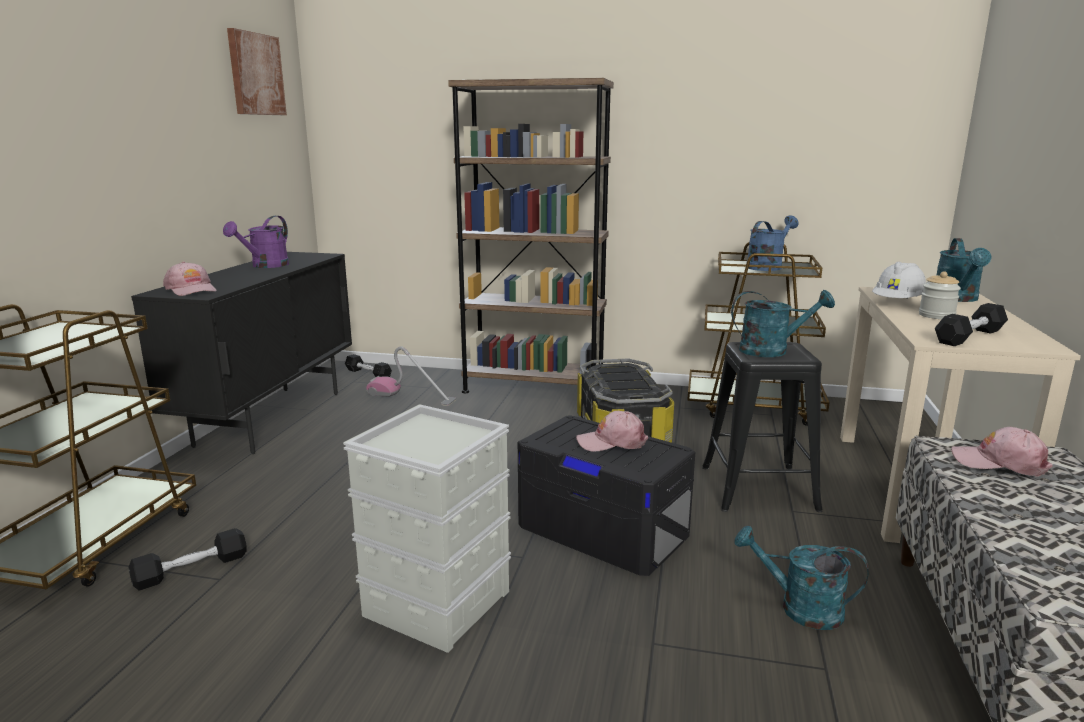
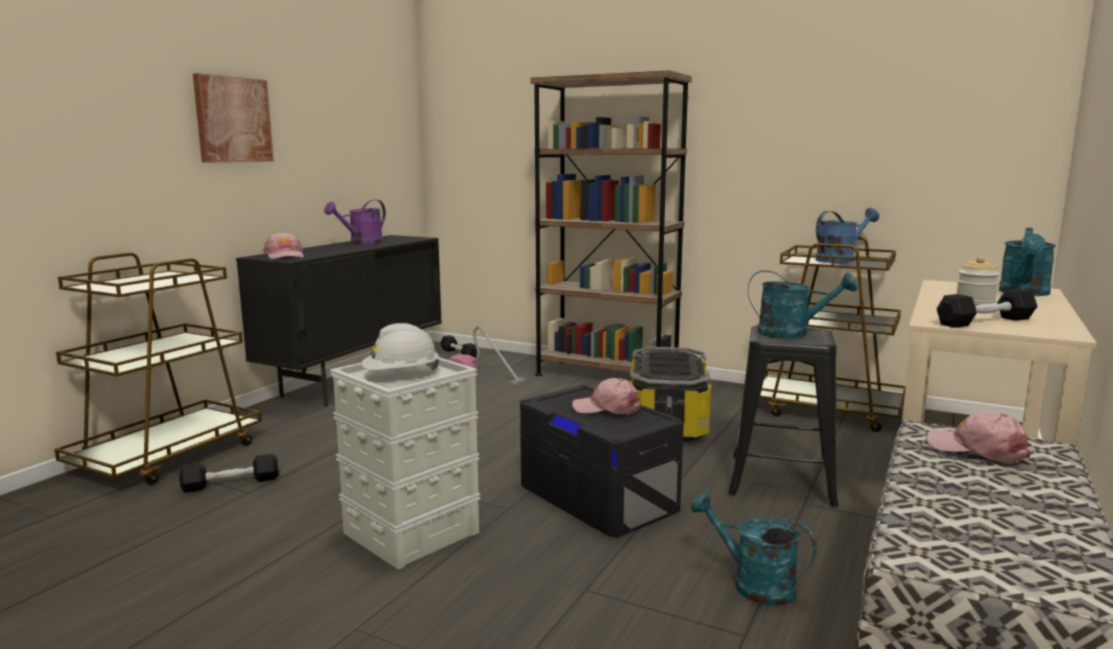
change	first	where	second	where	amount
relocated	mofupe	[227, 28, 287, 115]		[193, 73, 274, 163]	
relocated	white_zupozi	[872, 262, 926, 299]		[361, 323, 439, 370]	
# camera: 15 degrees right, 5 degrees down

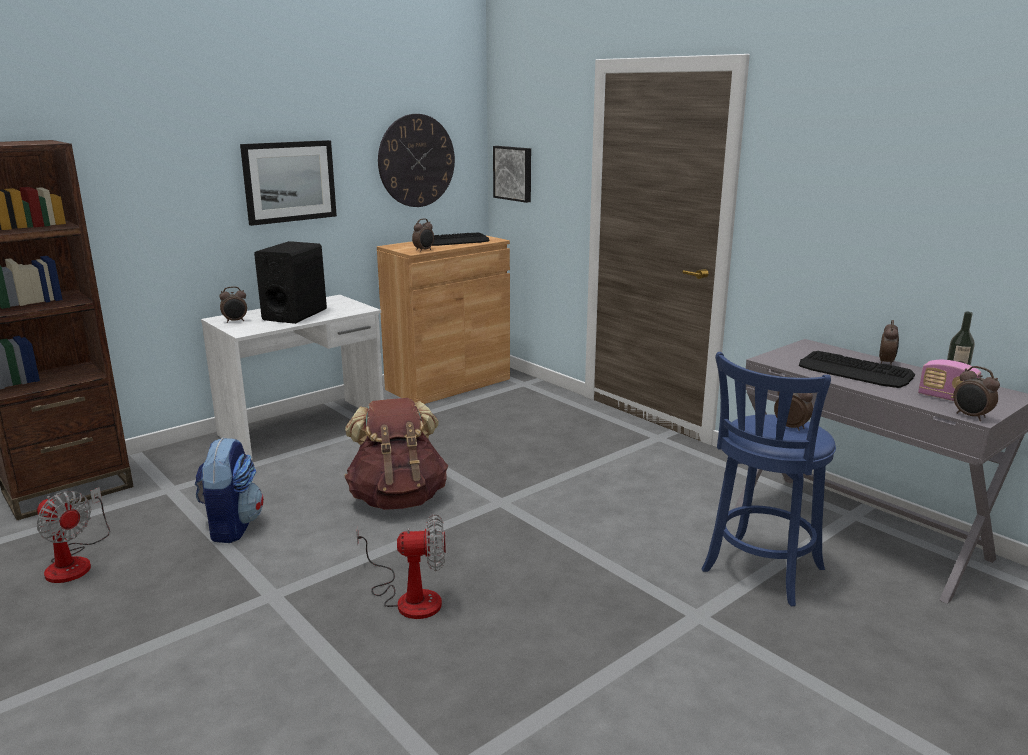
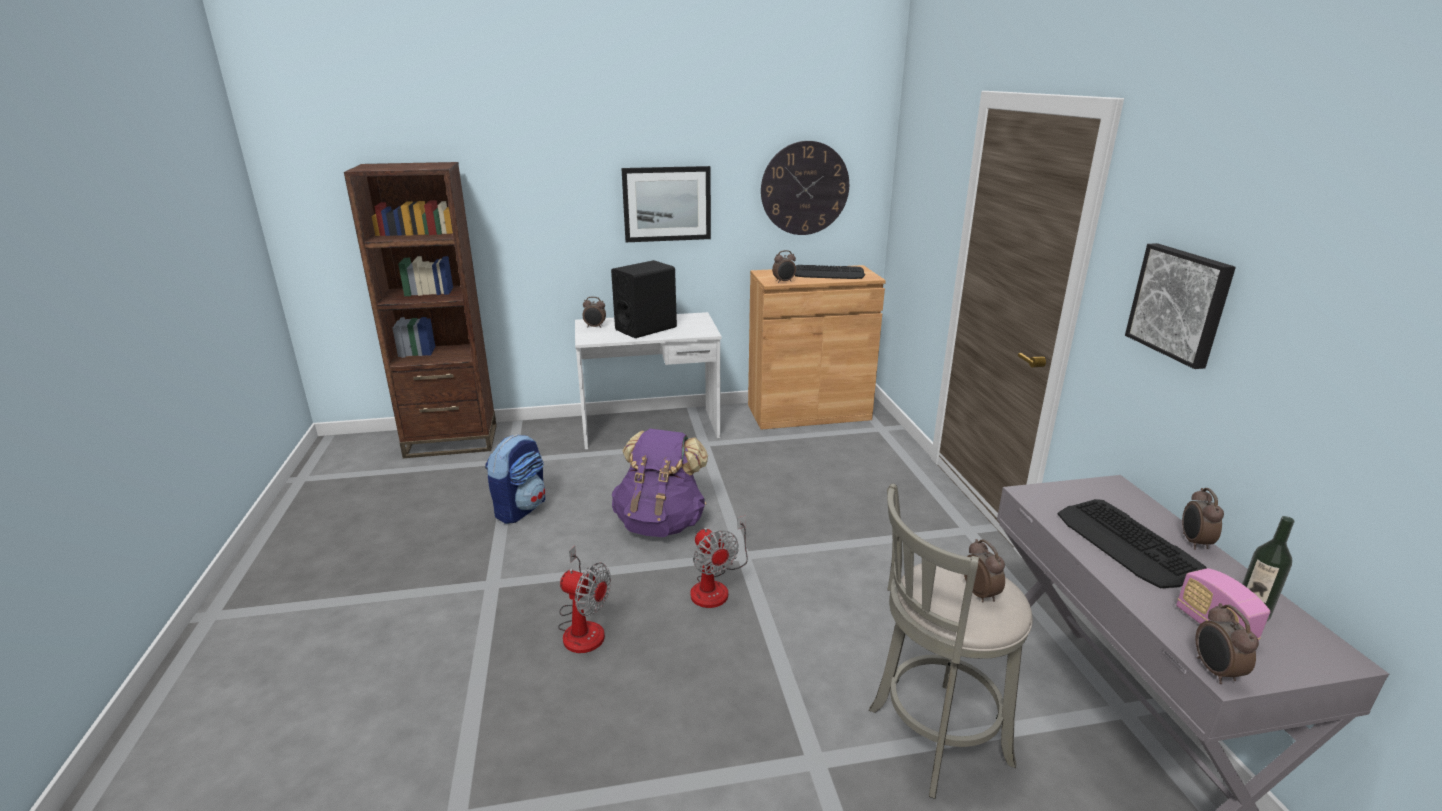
change	first	where	second	where	amount
relocated	mofupe	[493, 146, 531, 203]		[1125, 243, 1236, 369]	
spun	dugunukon	[879, 320, 899, 365]		[1182, 488, 1224, 550]	135 degrees clockwise
colour	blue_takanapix	[702, 352, 836, 606]	grey_takanapix	[869, 483, 1033, 799]	
colour	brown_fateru	[345, 398, 448, 510]	purple_fateru	[612, 429, 708, 537]	
relocated	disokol	[37, 487, 110, 583]		[690, 515, 748, 608]	
# camera: 30 degrees right, 5 degrees up

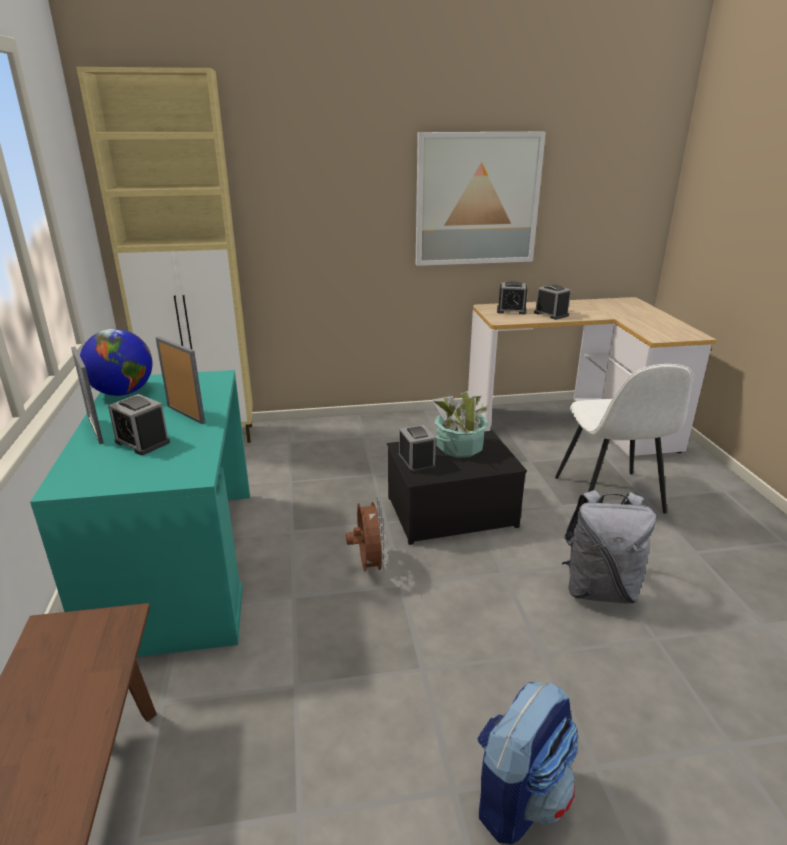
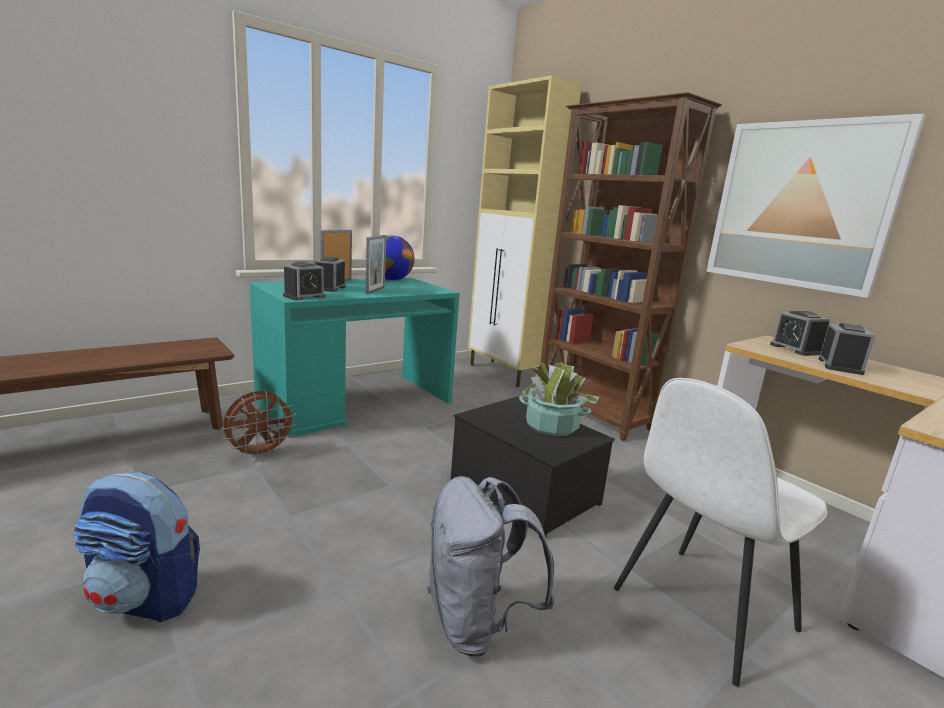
change	first	where	second	where	amount
relocated	dugunukon	[399, 425, 436, 473]		[283, 261, 325, 300]	
relocated	brown_disokol	[346, 497, 387, 574]		[222, 391, 297, 459]	
appeared			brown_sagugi	[540, 92, 722, 441]	
# camera: 60 degrees right, 10 degrees down

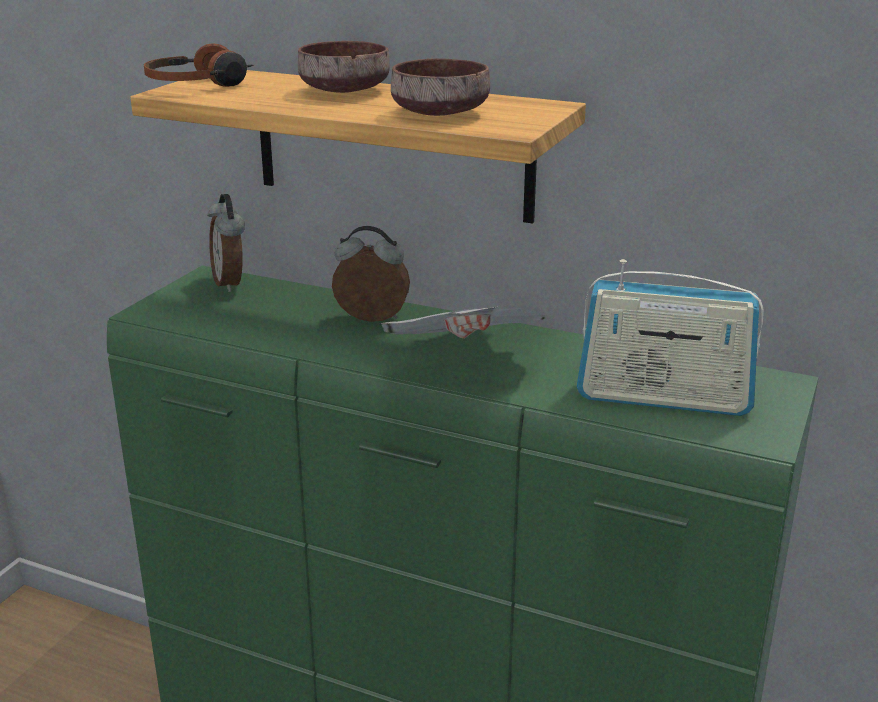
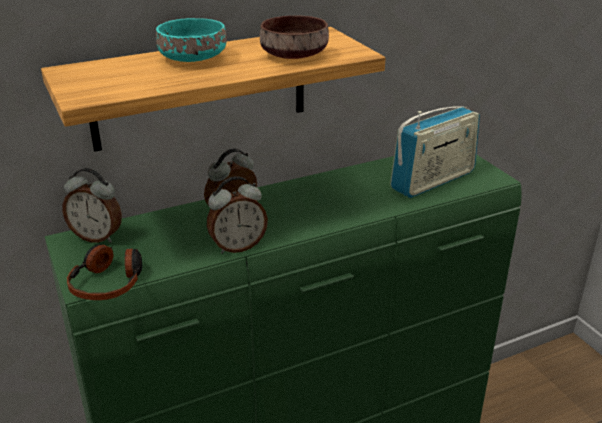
change	first	where	second	where	amount
colour	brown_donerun	[298, 41, 390, 93]	turquoise_donerun	[156, 18, 227, 62]	
relocated	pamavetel	[144, 43, 254, 87]		[67, 244, 142, 300]	
missing	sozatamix	[380, 306, 546, 339]			
appeared			dugunukon	[207, 176, 268, 254]	
# camera: 50 degrees left, 5 degrees up

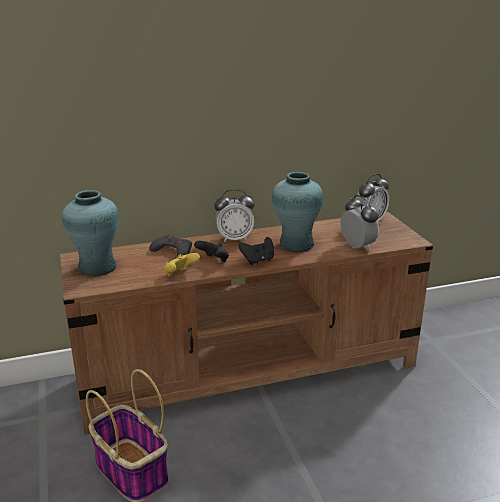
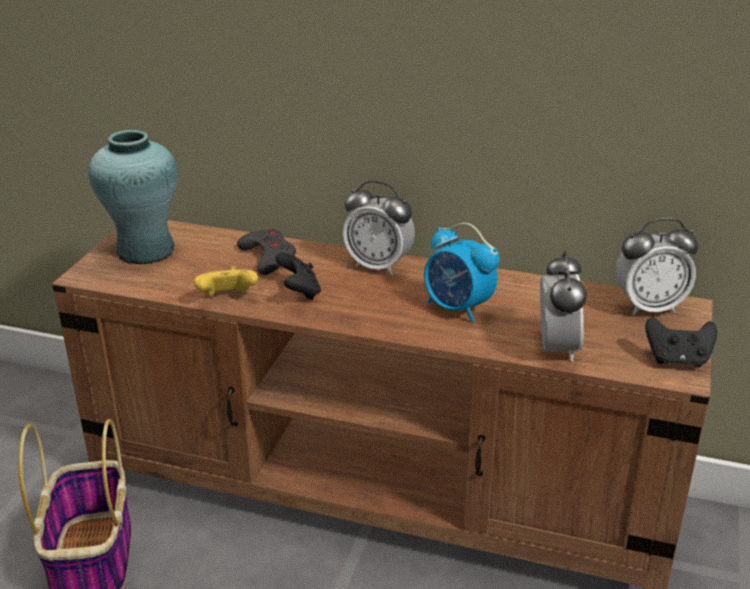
change	first	where	second	where	amount
exchanged	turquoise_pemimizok	[272, 172, 323, 252]	dugunukon	[424, 223, 500, 323]	
relocated	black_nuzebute	[239, 237, 274, 265]		[645, 317, 717, 367]	
# camera: 35 degrees right, 5 degrees up

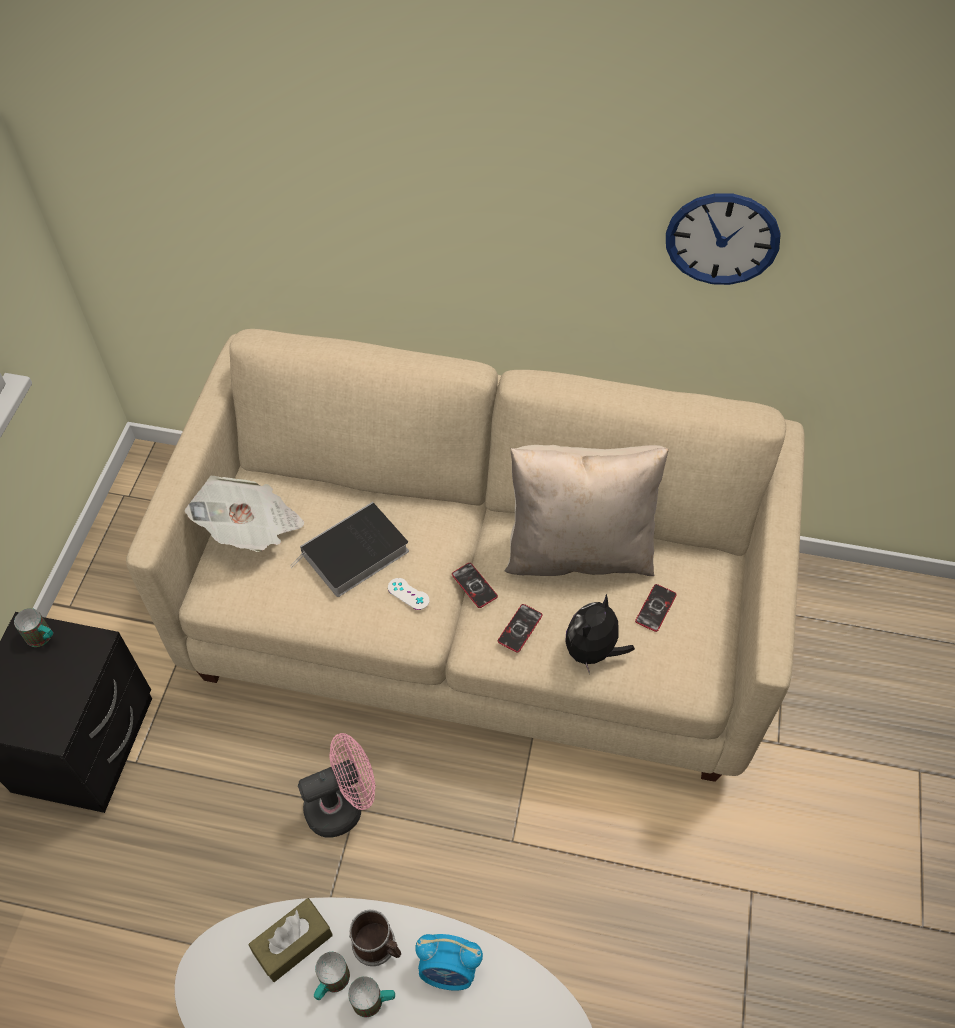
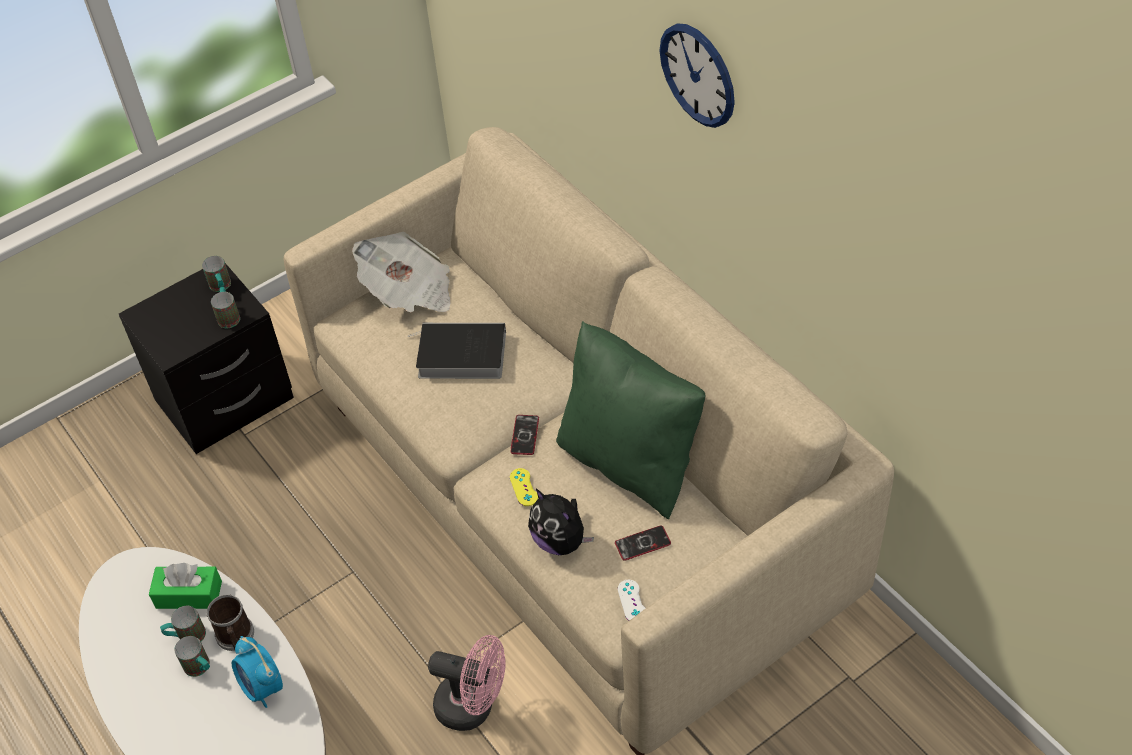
change	first	where	second	where	amount
relocated	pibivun	[666, 193, 781, 285]		[659, 23, 735, 128]	
colour	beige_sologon	[505, 445, 669, 576]	green_sologon	[556, 321, 705, 519]	
relocated	white_nuzebute	[388, 578, 429, 610]		[618, 579, 645, 621]	
spun	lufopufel	[565, 594, 635, 674]		[528, 489, 594, 555]	120 degrees counterclockwise
exchanged	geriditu	[498, 604, 543, 653]	yellow_nuzebute	[510, 468, 538, 506]	
relocated	pink_disokol	[298, 733, 375, 838]		[428, 635, 506, 731]	
colour	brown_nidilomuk	[249, 898, 333, 982]	green_nidilomuk	[149, 563, 222, 609]	
appeared			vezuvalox	[211, 287, 240, 328]	
# camera: 45 degrees right, 5 degrees down

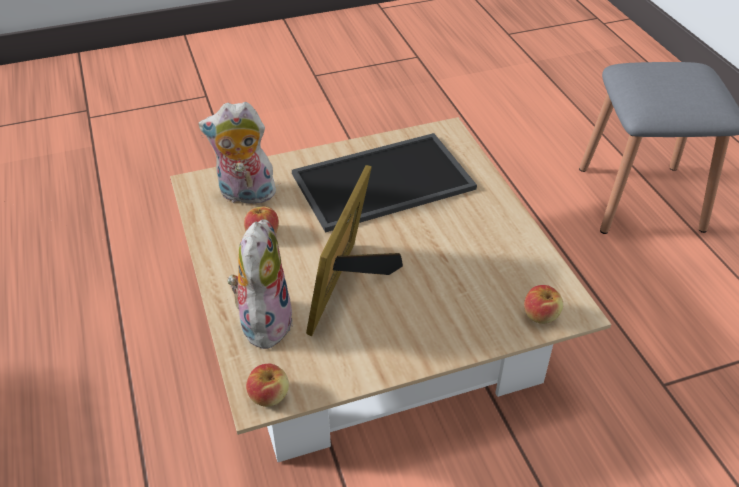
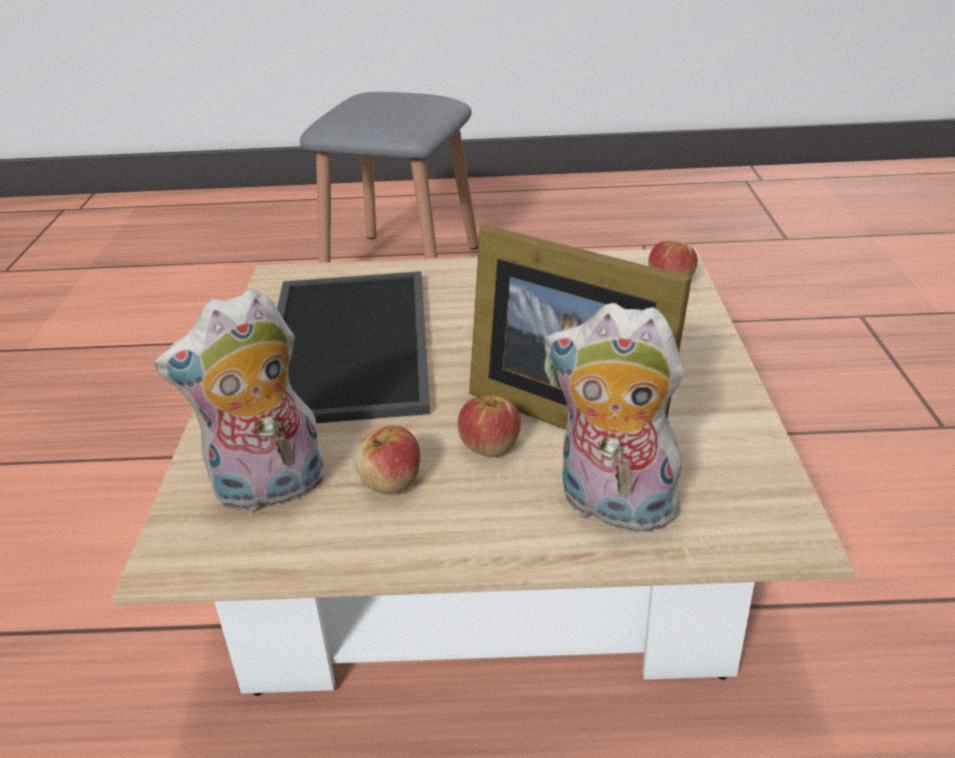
change	first	where	second	where	amount
spun	lufopufel	[198, 102, 278, 204]		[154, 288, 325, 511]	45 degrees clockwise
relocated	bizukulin	[246, 364, 289, 407]		[458, 396, 521, 457]	
# camera: 70 degrees left, 10 degrees down

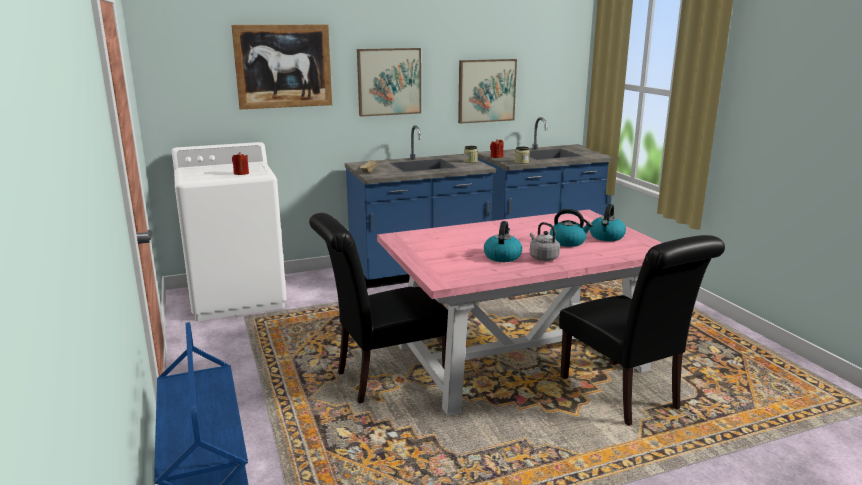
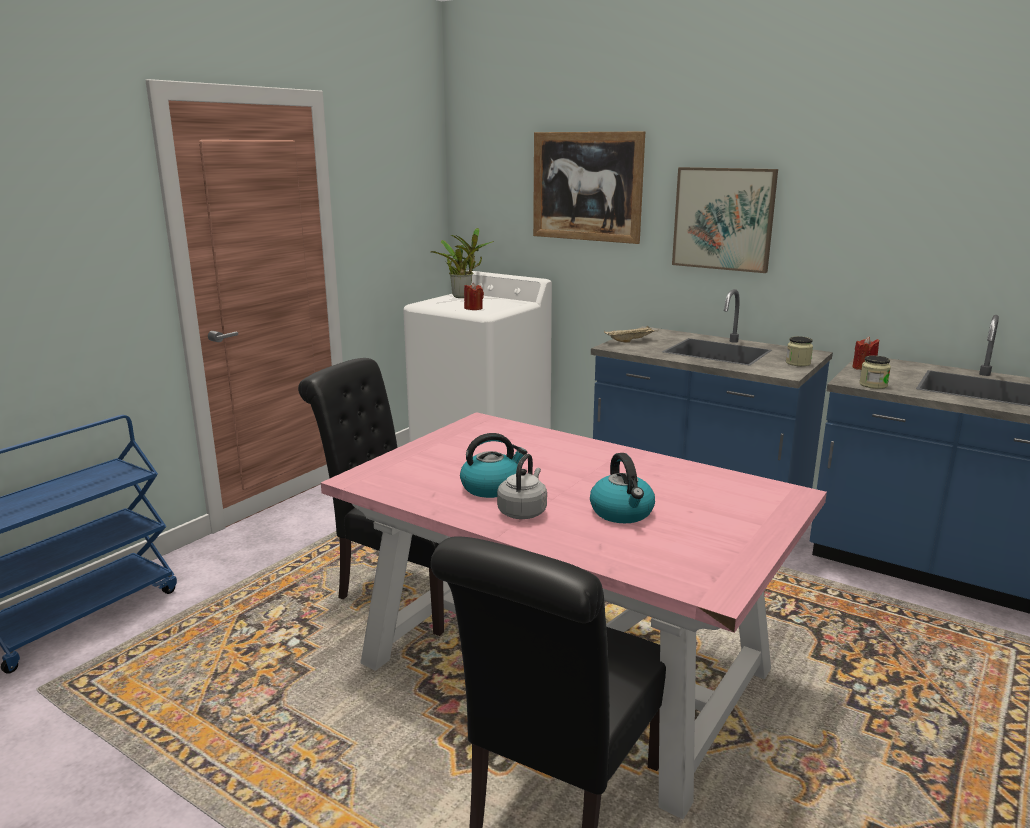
change	first	where	second	where	amount
missing	mofupe	[458, 59, 517, 124]			
missing	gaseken	[590, 204, 626, 241]			
appeared			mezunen	[431, 228, 494, 298]	
# camera: 55 degrees right, 0 degrees up

